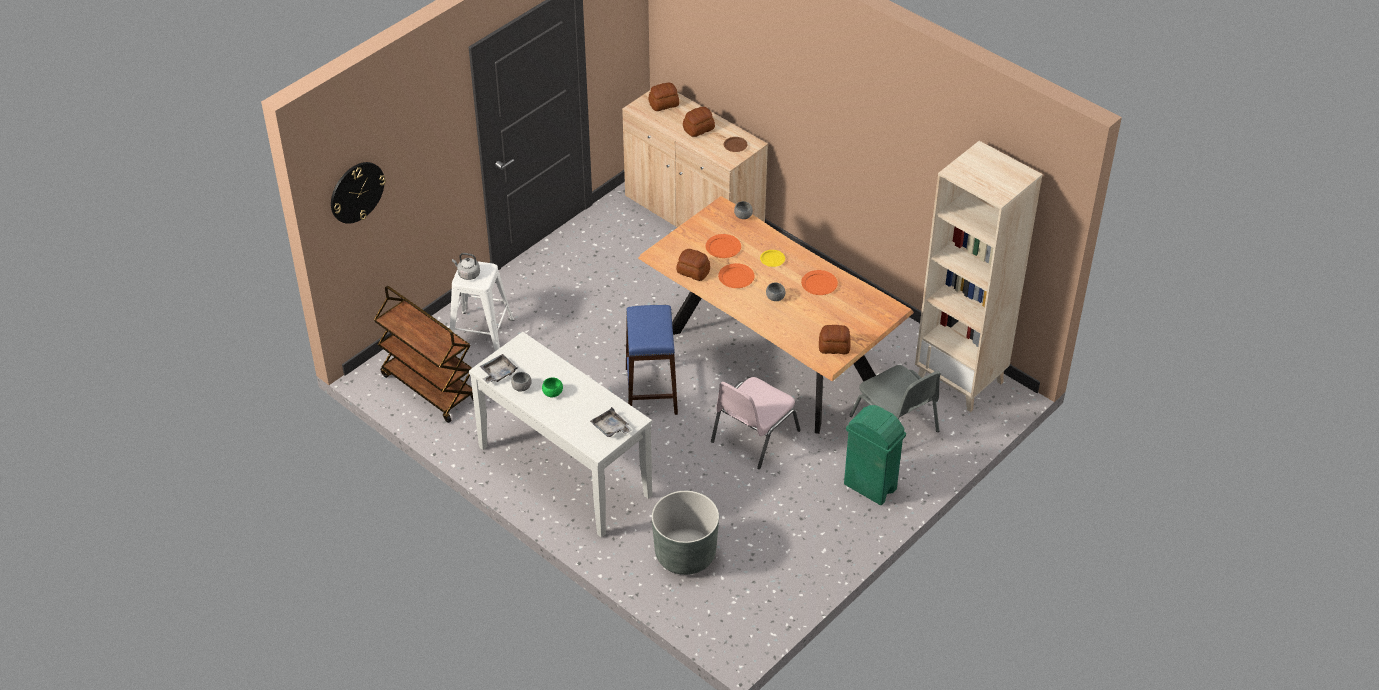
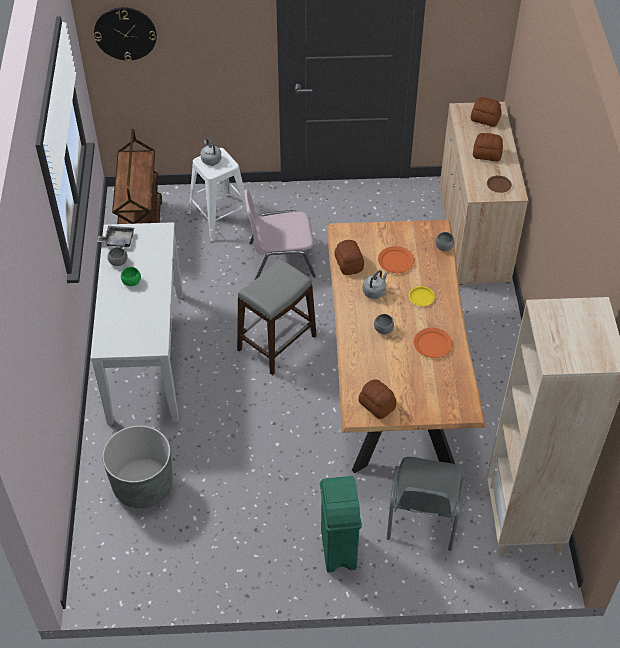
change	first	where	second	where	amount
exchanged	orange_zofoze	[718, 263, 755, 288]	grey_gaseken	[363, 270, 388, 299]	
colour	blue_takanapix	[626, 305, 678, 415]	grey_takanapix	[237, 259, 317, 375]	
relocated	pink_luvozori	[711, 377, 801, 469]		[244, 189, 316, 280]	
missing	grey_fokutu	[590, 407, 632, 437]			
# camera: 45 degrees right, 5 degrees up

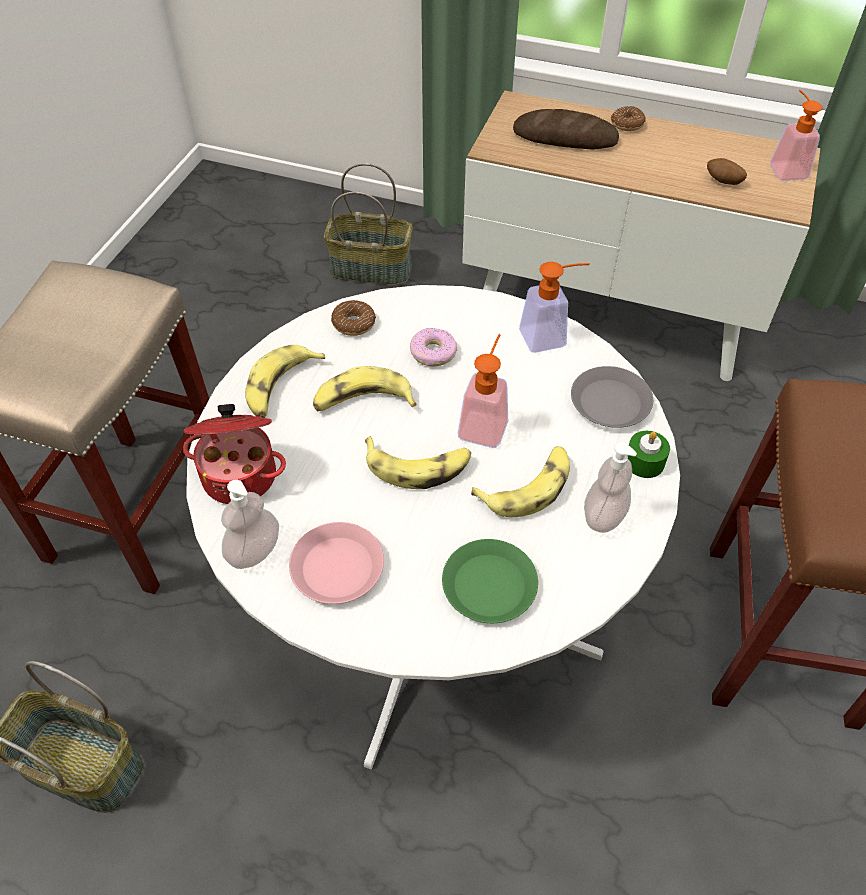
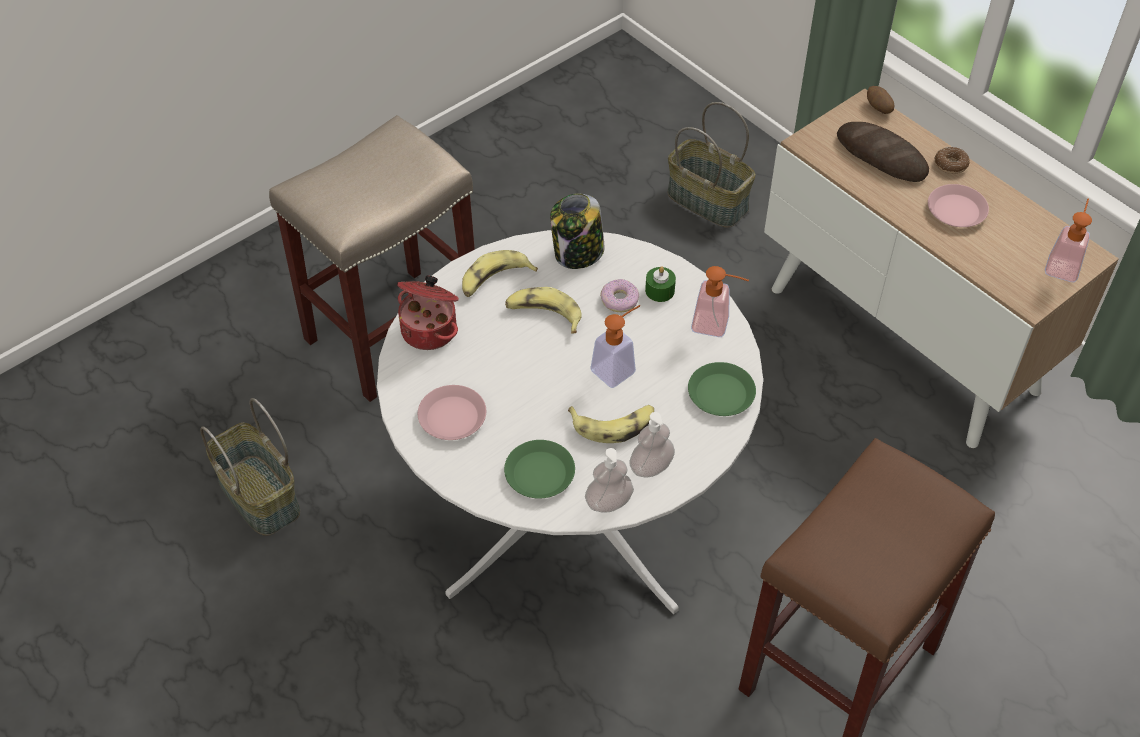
change	first	where	second	where	amount
relocated	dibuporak	[707, 158, 747, 185]		[867, 86, 894, 114]	
exchanged	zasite	[331, 300, 376, 336]	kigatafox	[550, 193, 605, 269]	
colour	grey_zofoze	[571, 366, 653, 428]	green_zofoze	[688, 362, 756, 416]	
relocated	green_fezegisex	[627, 431, 670, 478]		[645, 266, 676, 302]	
missing	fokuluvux	[365, 436, 471, 489]			
relocated	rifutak	[221, 480, 279, 569]		[585, 448, 634, 513]	
appeared			pink_zofoze	[928, 184, 989, 227]	
# camera: 30 degrees right, 0 degrees up

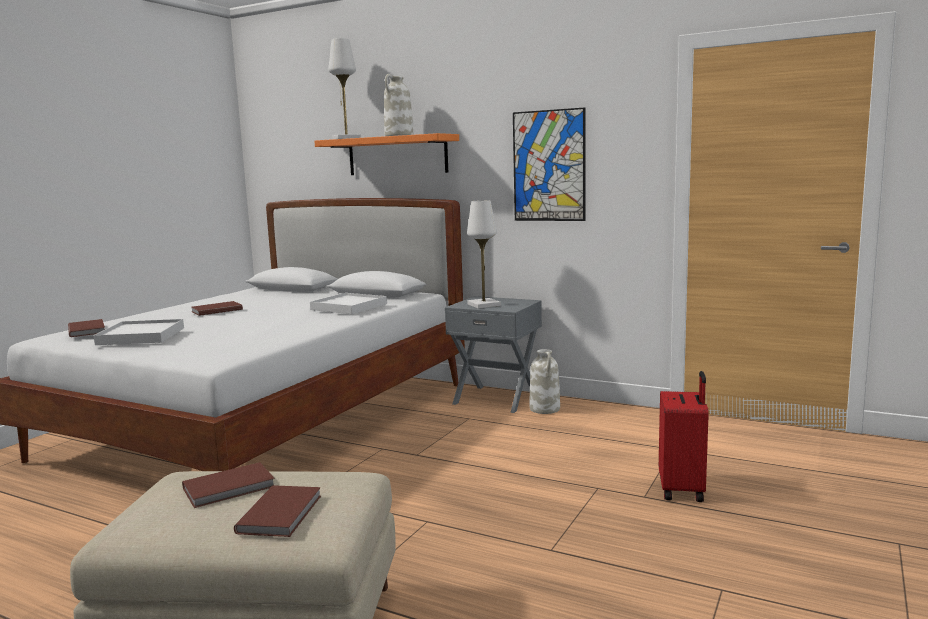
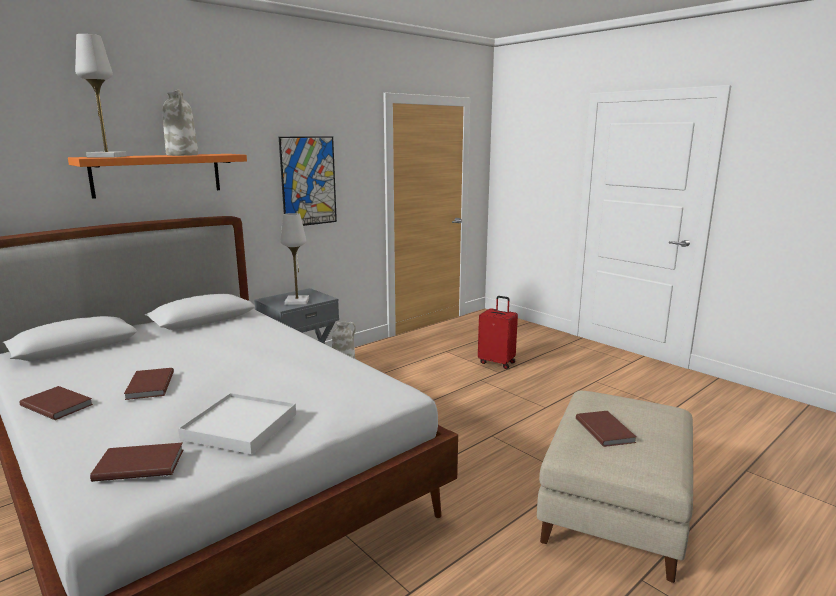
change	first	where	second	where	amount
missing	white_fokutu	[310, 293, 387, 314]			
relocated	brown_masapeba	[234, 485, 321, 537]		[19, 386, 93, 420]	
# camera: 70 degrees left, 5 degrees up

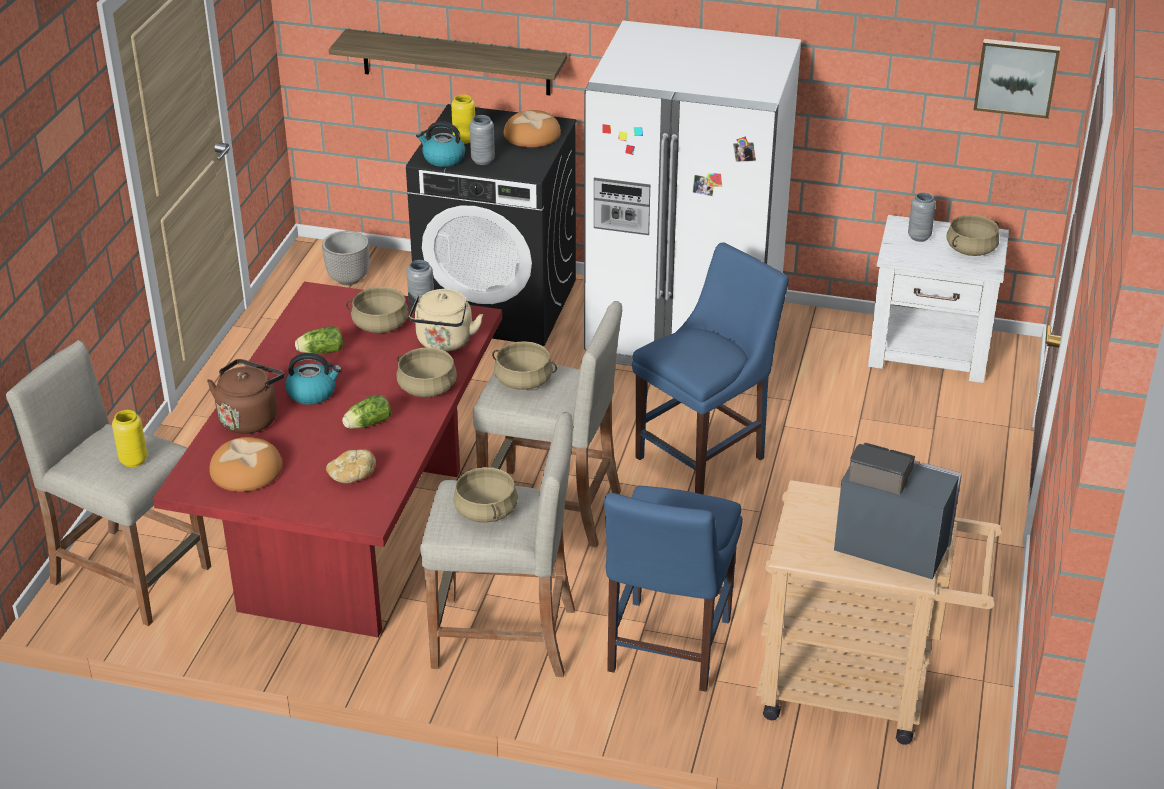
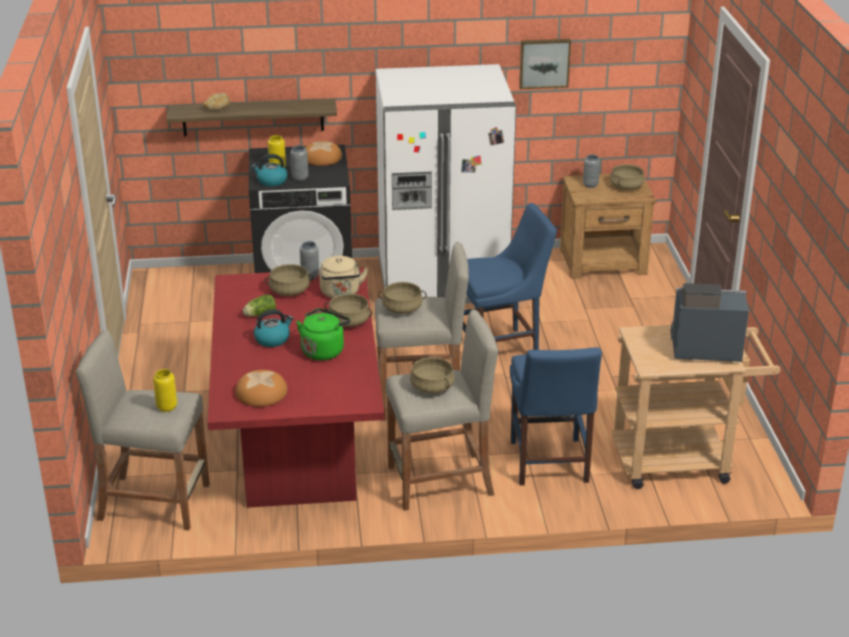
change	first	where	second	where	amount
relocated	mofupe	[974, 39, 1060, 119]		[519, 39, 571, 89]	
colour	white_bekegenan	[868, 215, 1009, 383]	brown_bekegenan	[560, 174, 657, 279]	
missing	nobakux	[322, 231, 369, 285]			
spun	blue_luvozori	[632, 242, 789, 495]		[461, 203, 557, 350]	45 degrees clockwise
missing	brown_gaseken	[207, 359, 284, 434]			
exchanged	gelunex	[342, 395, 391, 429]	green_gaseken	[296, 308, 351, 360]	
relocated	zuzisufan	[326, 449, 376, 484]		[203, 93, 230, 111]	
# camera: 20 degrees left, 5 degrees down

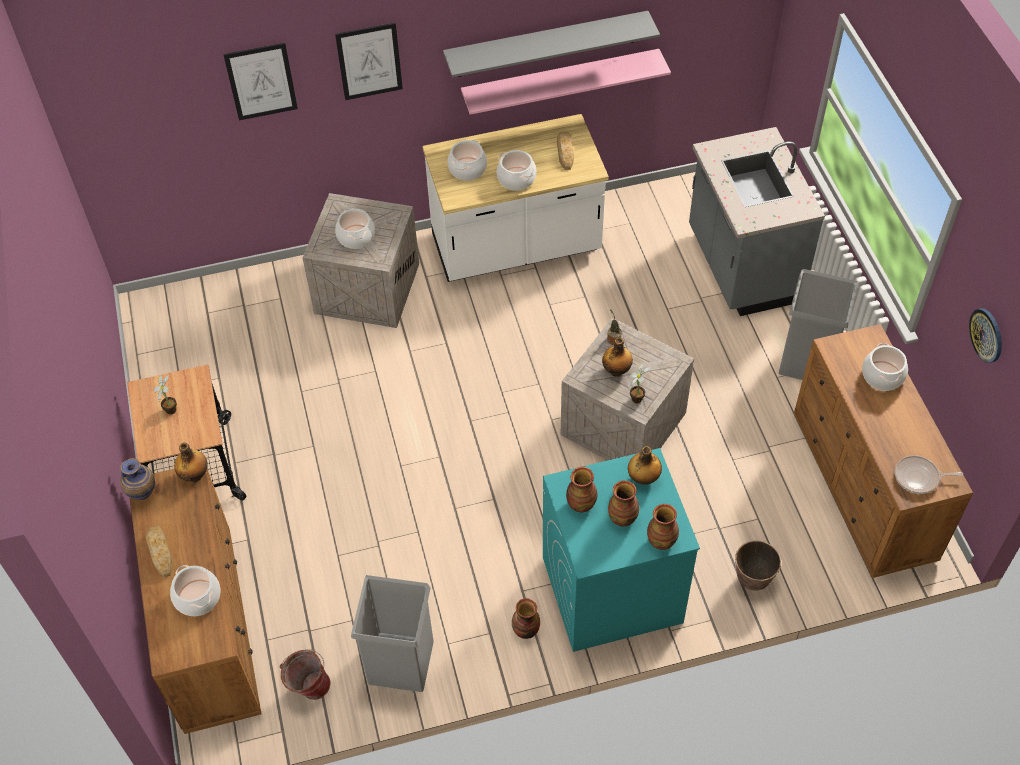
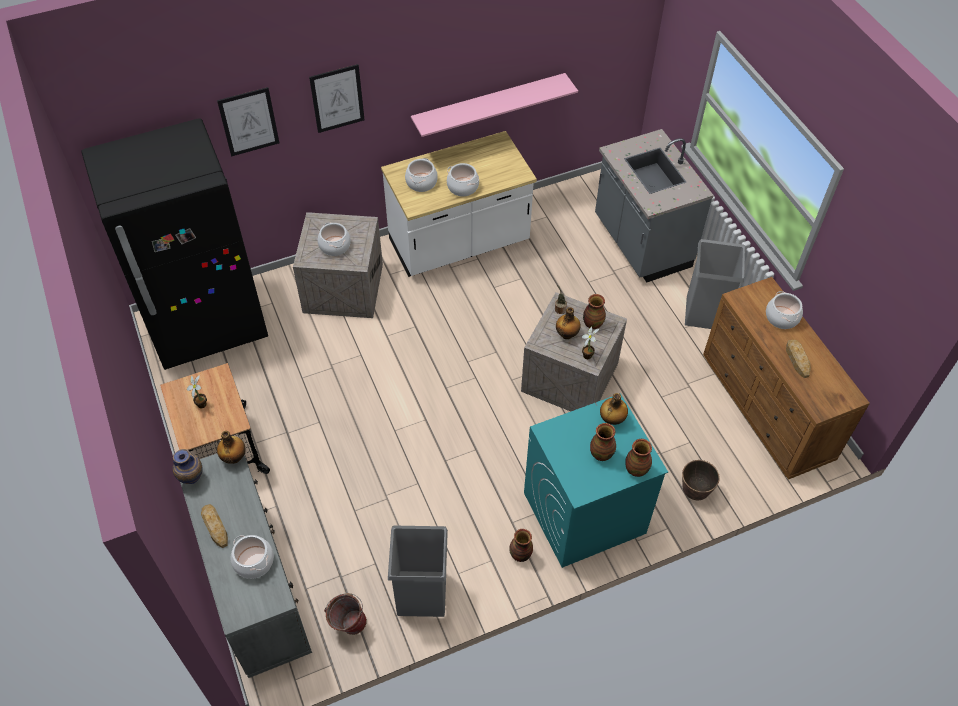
change	first	where	second	where	amount
missing	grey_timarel	[443, 11, 660, 77]			
relocated	zuzisufan	[557, 132, 574, 170]		[786, 340, 811, 378]	
missing	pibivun	[969, 308, 1002, 363]			
missing	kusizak	[895, 455, 963, 494]			
relocated	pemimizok	[566, 467, 597, 512]		[583, 294, 606, 329]	
colour	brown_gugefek	[130, 469, 261, 734]	grey_gugefek	[180, 453, 312, 678]	
appeared			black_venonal	[81, 118, 268, 370]	
# camera: 10 degrees left, 0 degrees up

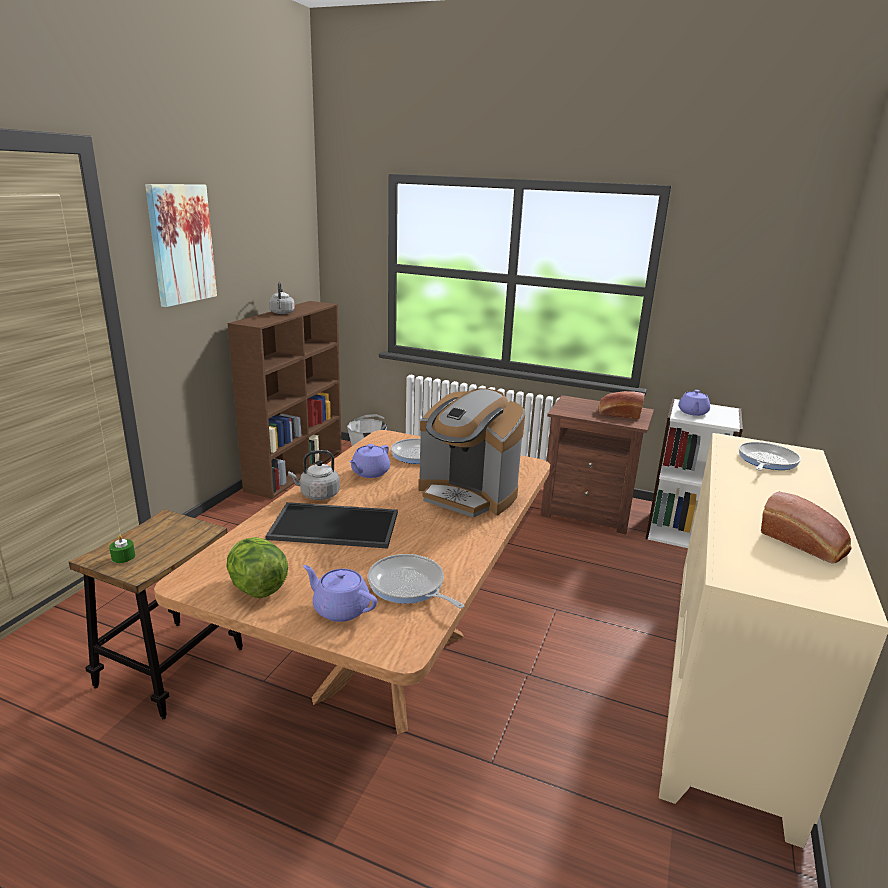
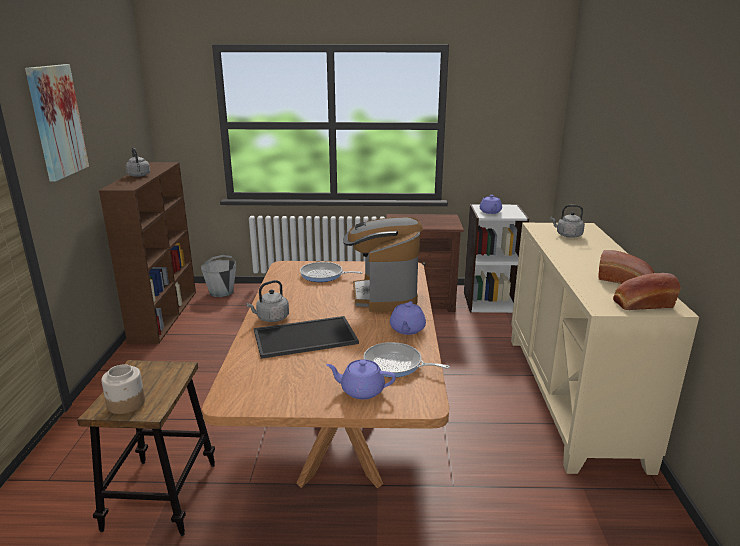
change	first	where	second	where	amount
spun	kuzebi	[418, 388, 525, 517]		[343, 217, 423, 312]	75 degrees clockwise
relocated	zuzisufan	[599, 391, 645, 419]		[613, 273, 680, 310]	
exchanged	kusizak	[739, 442, 801, 471]	grey_gaseken	[551, 205, 585, 238]	
relocated	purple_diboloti	[349, 444, 390, 478]		[390, 301, 426, 335]	
exchanged	green_fezegisex	[109, 534, 135, 563]	kigatafox	[101, 364, 145, 414]	
missing	gelunex	[226, 537, 288, 598]			
# camera: 20 degrees left, 0 degrees up

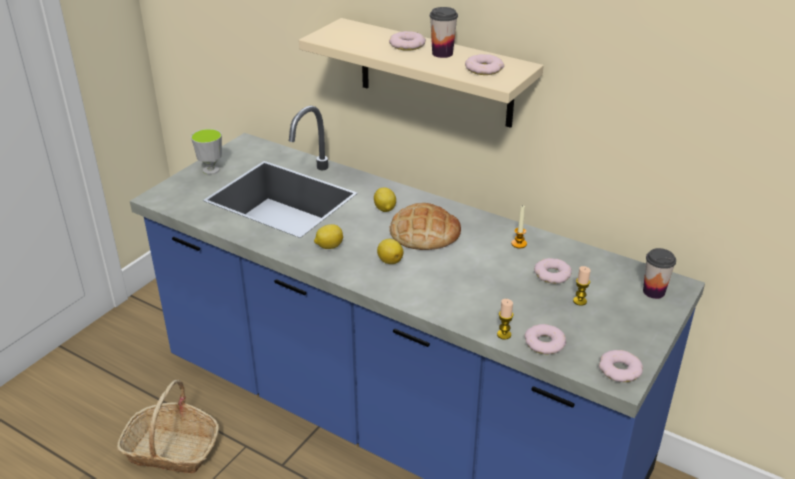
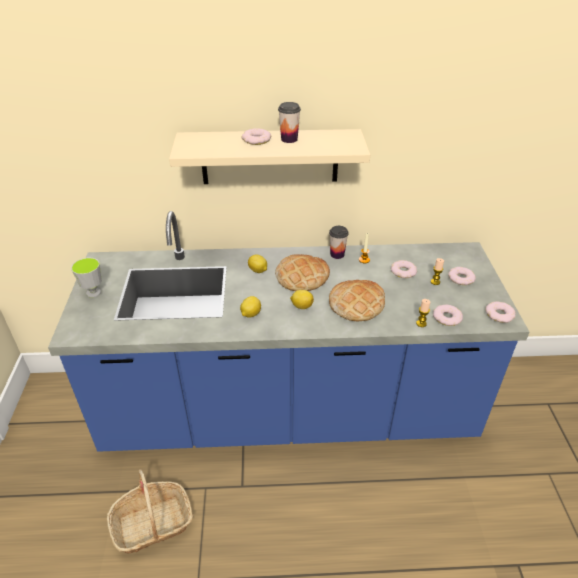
change	first	where	second	where	amount
relocated	zasite	[465, 54, 504, 75]		[448, 267, 476, 285]	
relocated	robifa	[643, 248, 676, 299]		[329, 226, 349, 259]	
appeared			zuzisufan	[329, 280, 385, 321]	
# camera: 35 degrees left, 5 degrees up

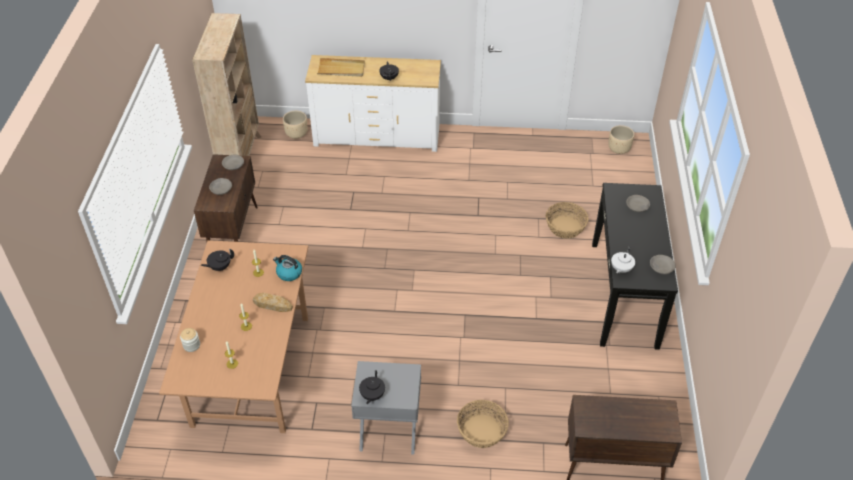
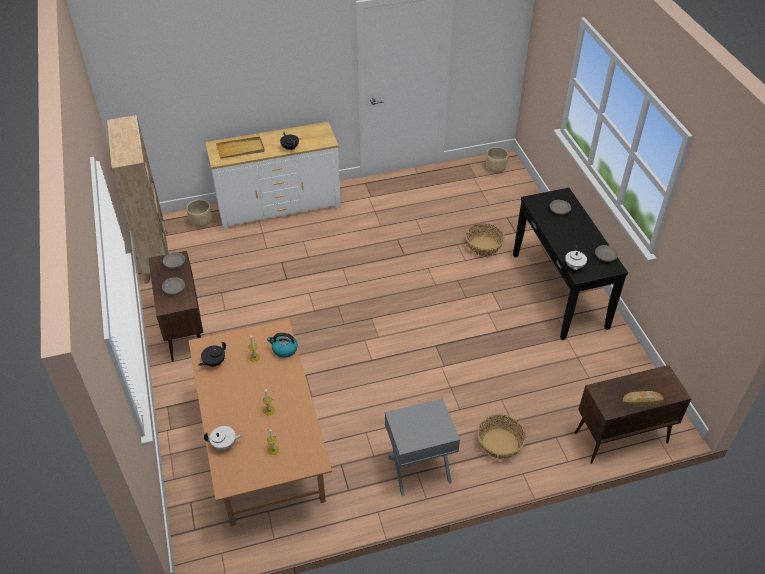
change	first	where	second	where	amount
relocated	zuzisufan	[253, 293, 293, 312]		[622, 391, 664, 407]	
exchanged	kigatafox	[180, 328, 200, 352]	white_diboloti	[204, 426, 243, 450]	
missing	black_diboloti	[359, 370, 385, 404]			
# camera: 20 degrees left, 0 degrees up

